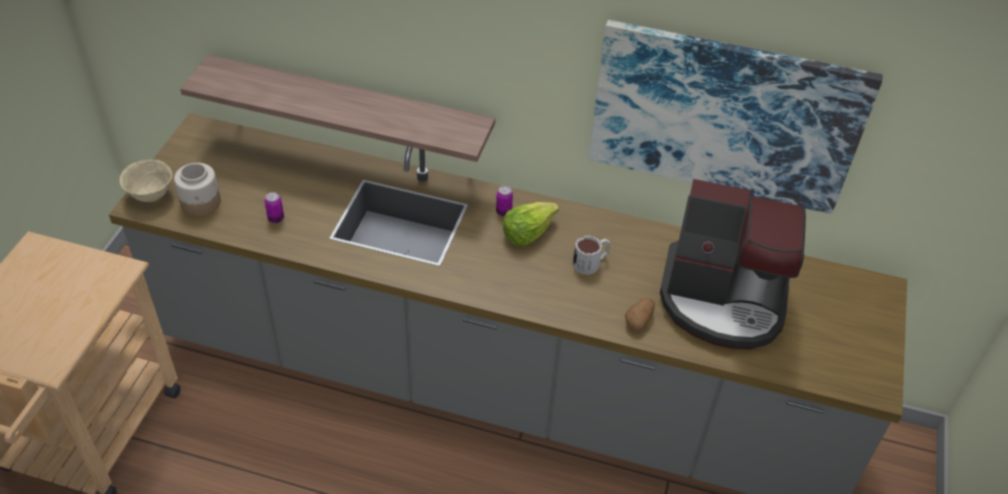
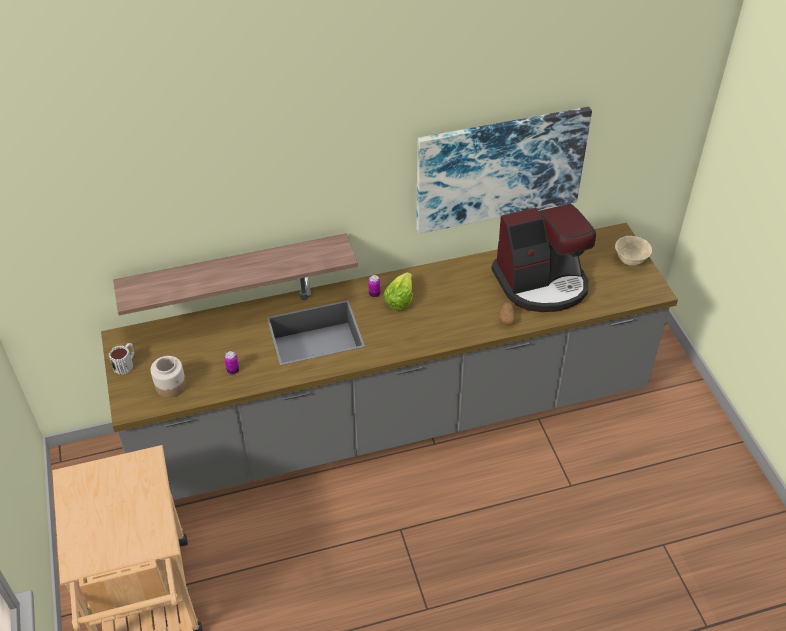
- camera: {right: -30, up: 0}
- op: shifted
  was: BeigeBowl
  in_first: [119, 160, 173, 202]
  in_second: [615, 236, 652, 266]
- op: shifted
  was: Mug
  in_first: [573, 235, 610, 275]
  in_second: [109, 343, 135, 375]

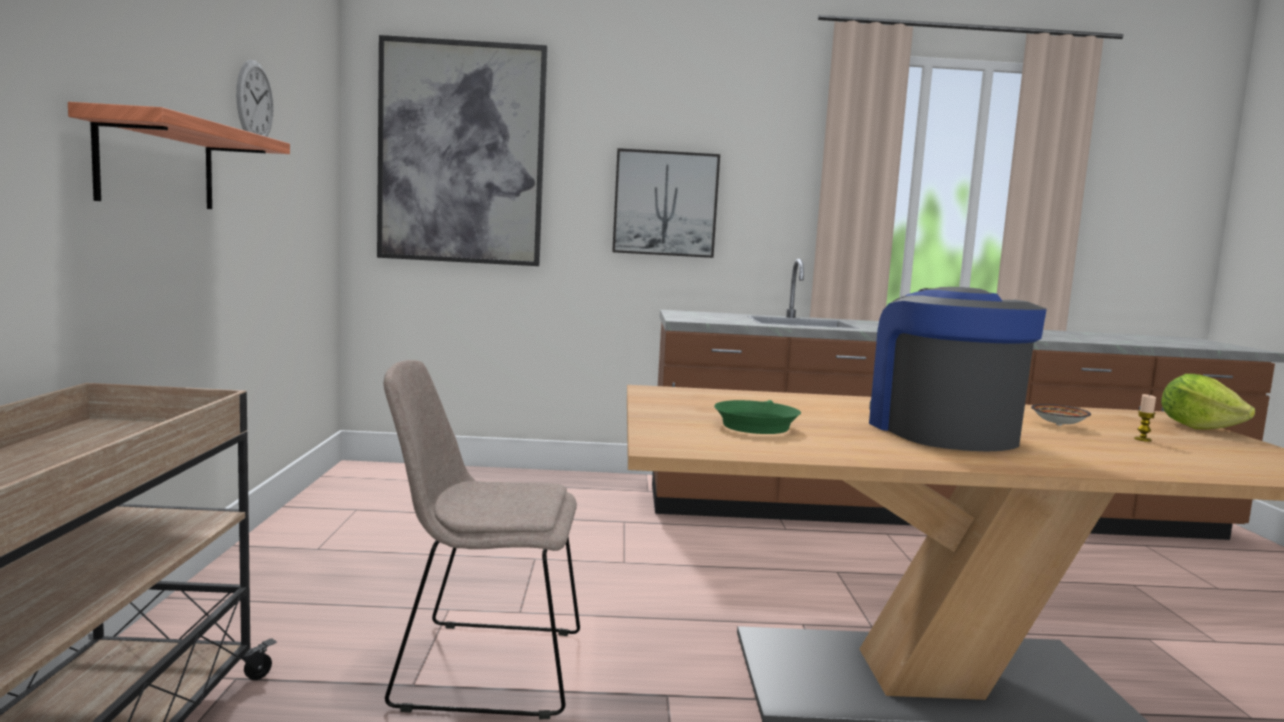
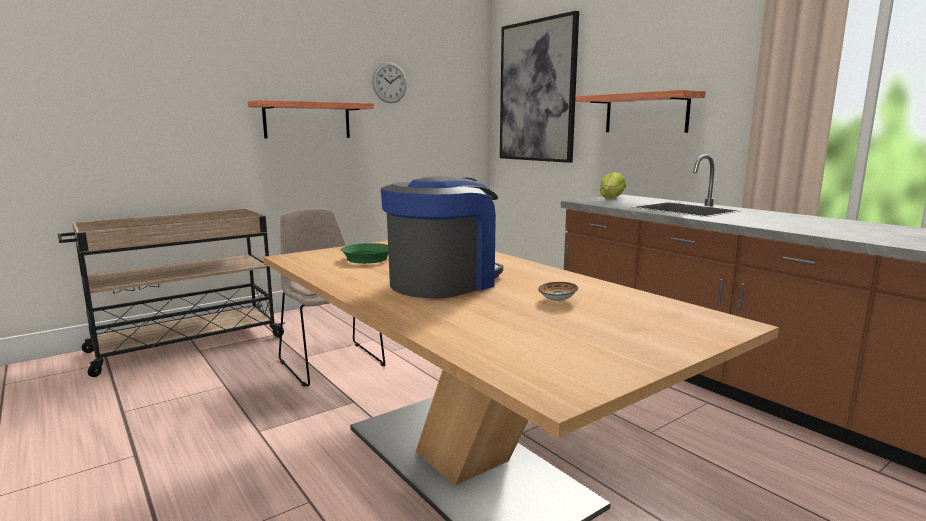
- camera: {right: 55, up: 5}
- op: swapped
  was: Picture
  now: Shelf
  in_first: [612, 148, 720, 258]
  in_second: [576, 90, 705, 133]
- op: gone
  was: Candle
  in_first: [1134, 394, 1156, 442]
- op: shifted
  was: Lettuce
  in_first: [1161, 374, 1255, 430]
  in_second: [600, 172, 626, 198]

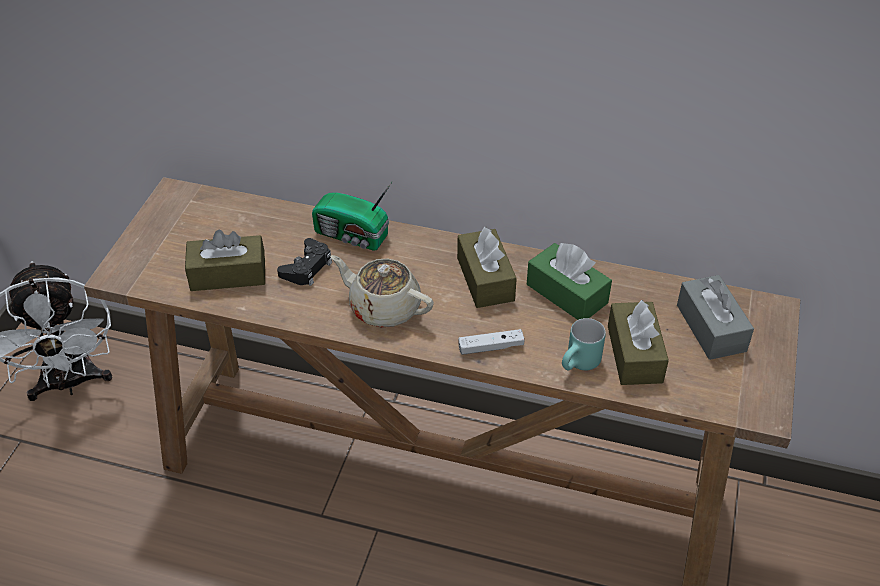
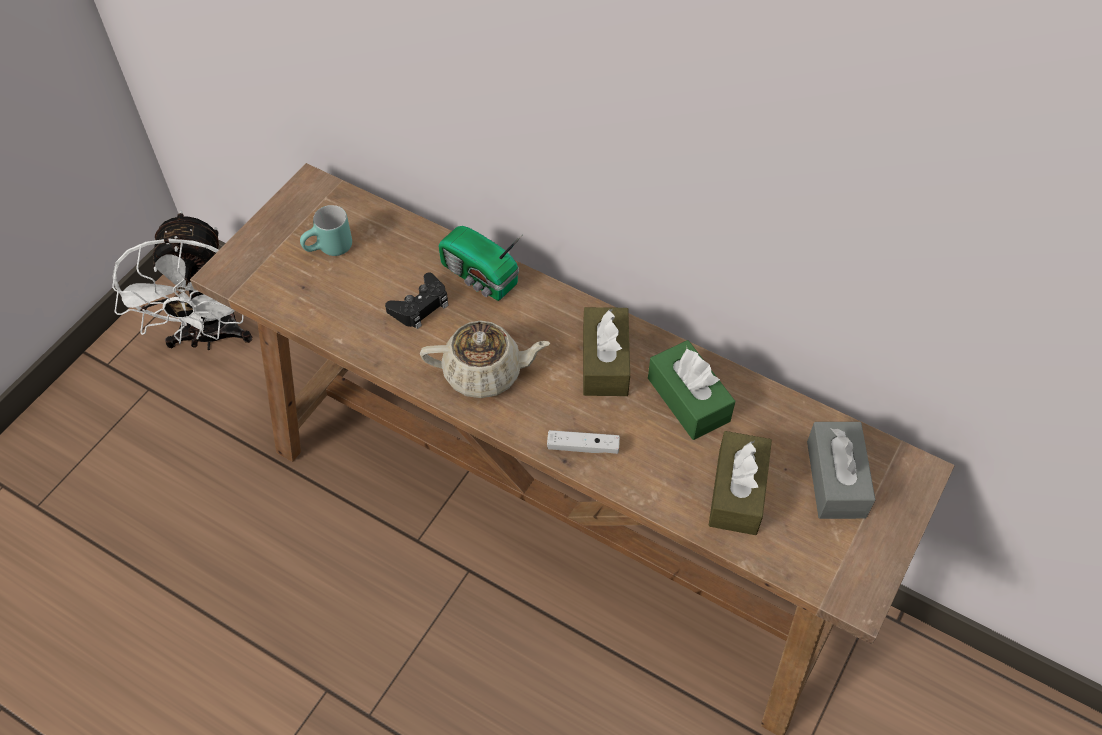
- camera: {right: 15, up: 10}
- op: gone
  was: BrownTissueBox
  in_first: [185, 230, 265, 291]
- op: rotated
  was: BeigeTeapot
  in_first: [330, 255, 434, 327]
  in_second: [420, 321, 550, 398]
  clockwise: 135
- op: shifted
  was: TurquoiseMug
  in_first: [562, 318, 606, 370]
  in_second: [300, 205, 352, 256]

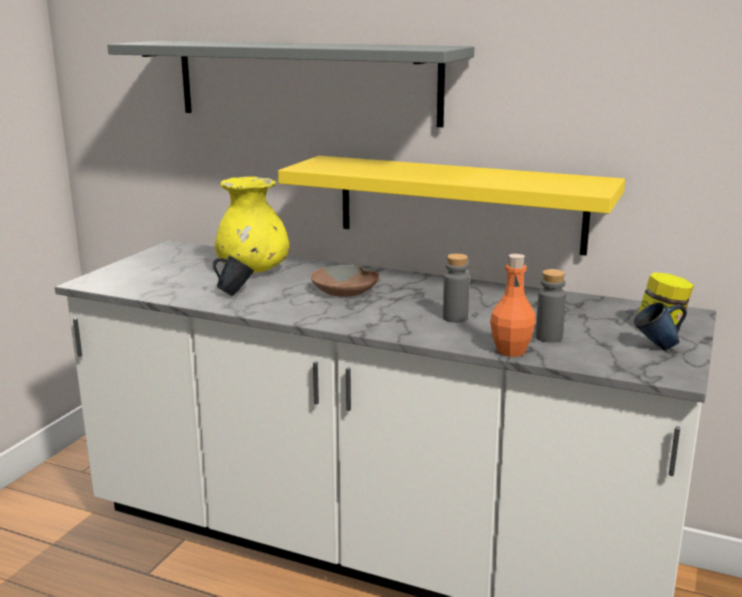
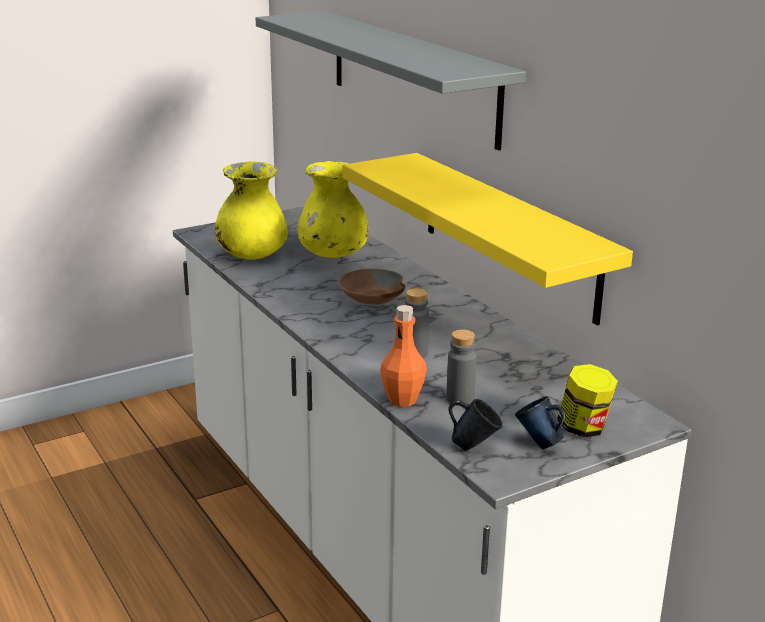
- camera: {right: 35, up: 5}
- op: shifted
  was: BlueMug
  in_first: [213, 255, 254, 296]
  in_second: [448, 399, 502, 451]
- op: new
  now: YellowVase
  in_second: [215, 161, 288, 260]

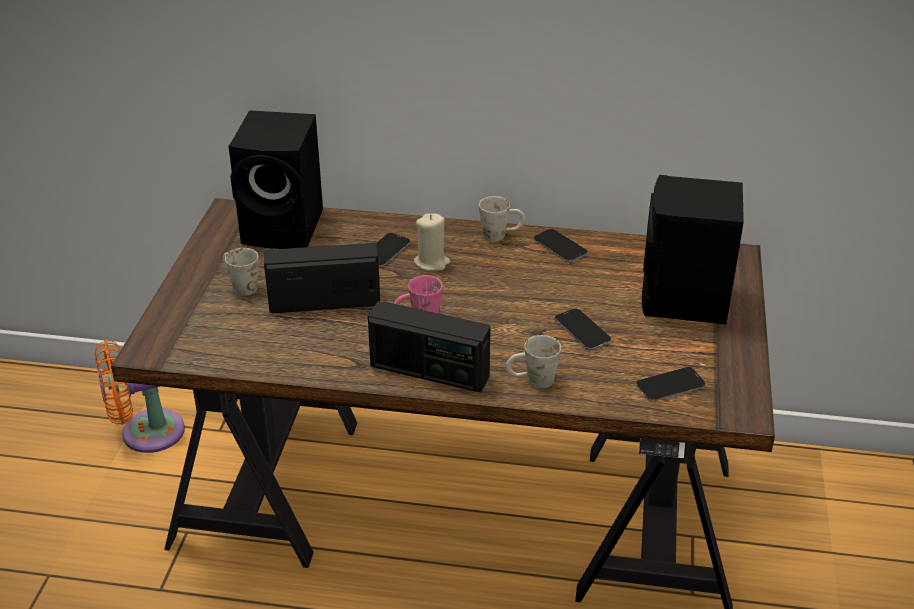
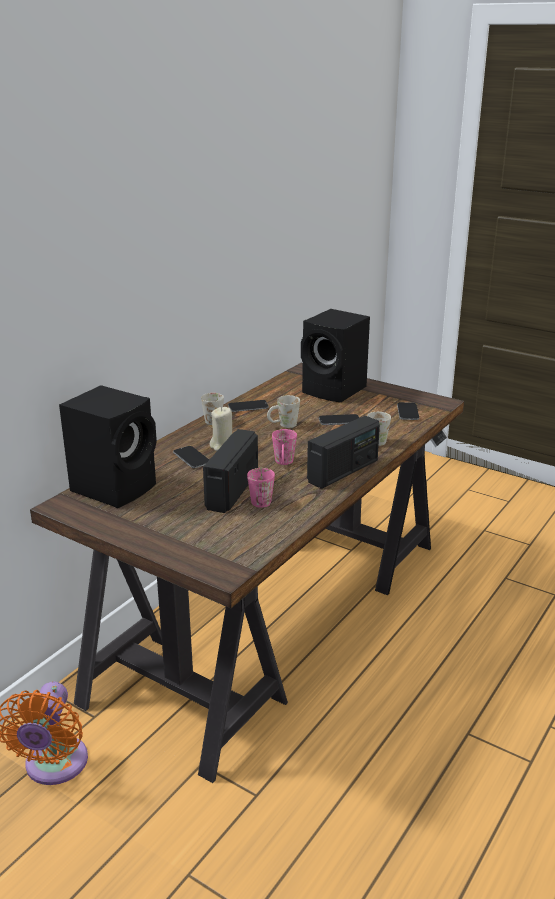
- camera: {right: -65, up: -10}
- op: shifted
  was: WhiteMug
  in_first: [223, 248, 259, 296]
  in_second: [267, 395, 300, 428]
- op: new
  now: PinkMug
  in_second: [247, 468, 275, 508]

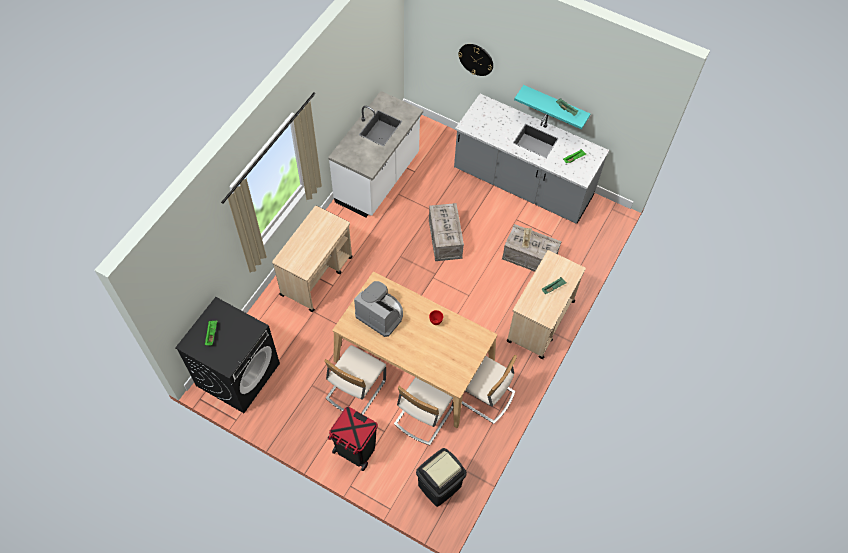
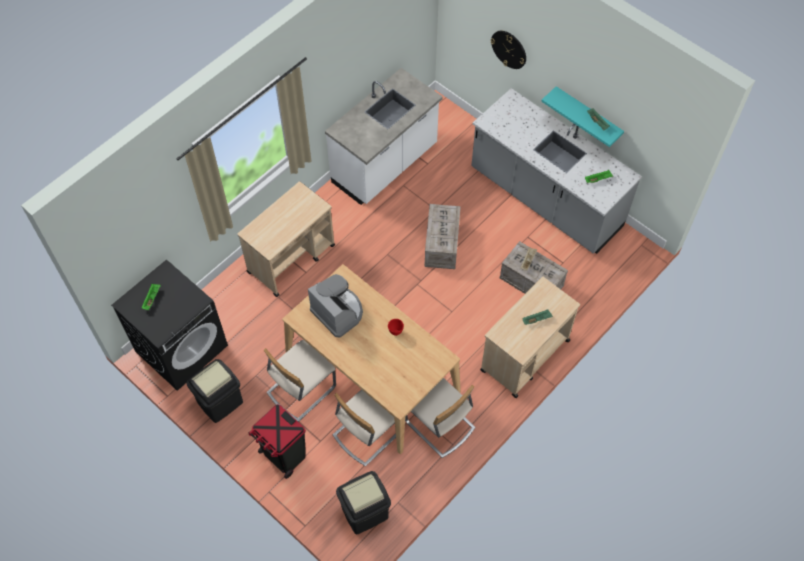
- camera: {right: 15, up: 0}
- op: new
  now: BlackTrashCan
  in_second: [187, 359, 243, 423]

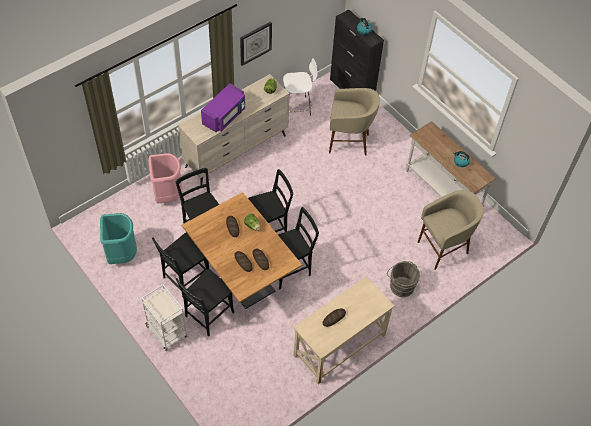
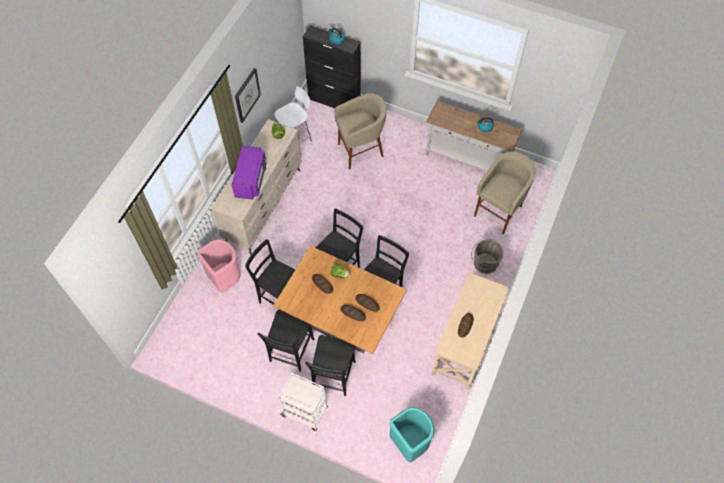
- camera: {right: -25, up: 5}
- op: shifted
  was: TurquoiseTrashCan
  in_first: [100, 213, 137, 264]
  in_second: [390, 407, 434, 462]

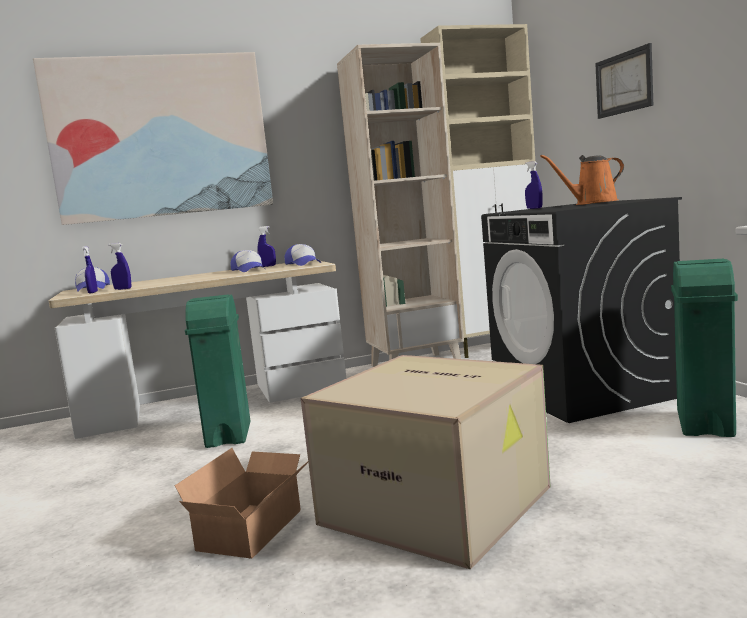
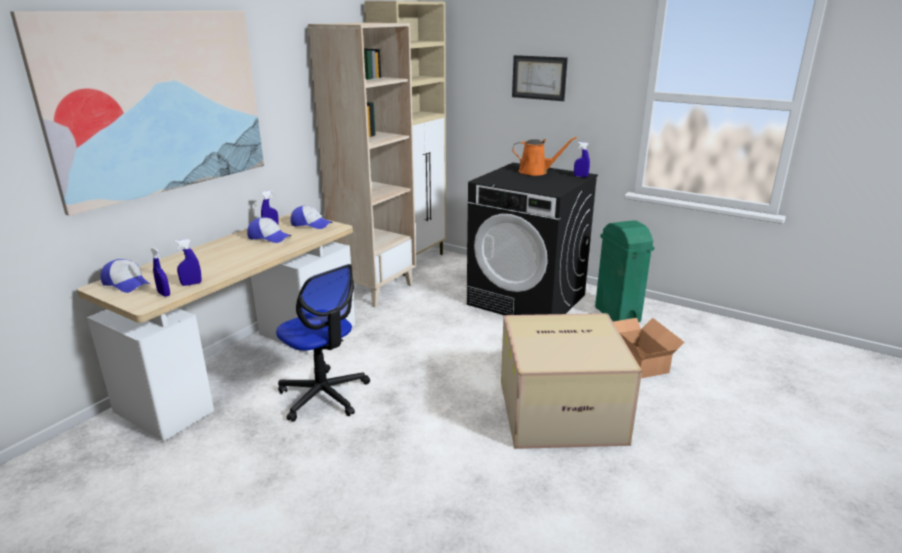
- camera: {right: -40, up: 15}
- op: shifted
  was: CardboardBox
  in_first: [175, 448, 308, 559]
  in_second: [613, 318, 685, 378]
- op: swapped
  was: GreenTrashCan
  now: OfficeChair
  in_first: [185, 294, 250, 448]
  in_second: [276, 264, 370, 422]
- op: shifted
  was: BlueSprayBottle
  in_first: [525, 161, 543, 209]
  in_second: [574, 142, 590, 177]
- op: rotated
  was: OrangeWateringCan
  in_first: [540, 155, 624, 205]
  in_second: [512, 137, 577, 176]
  clockwise: -120

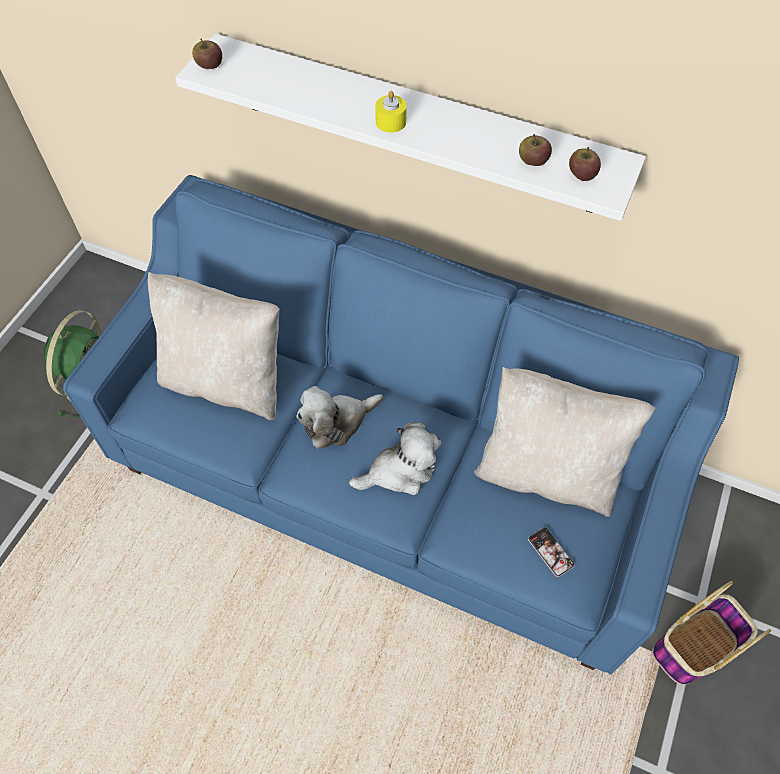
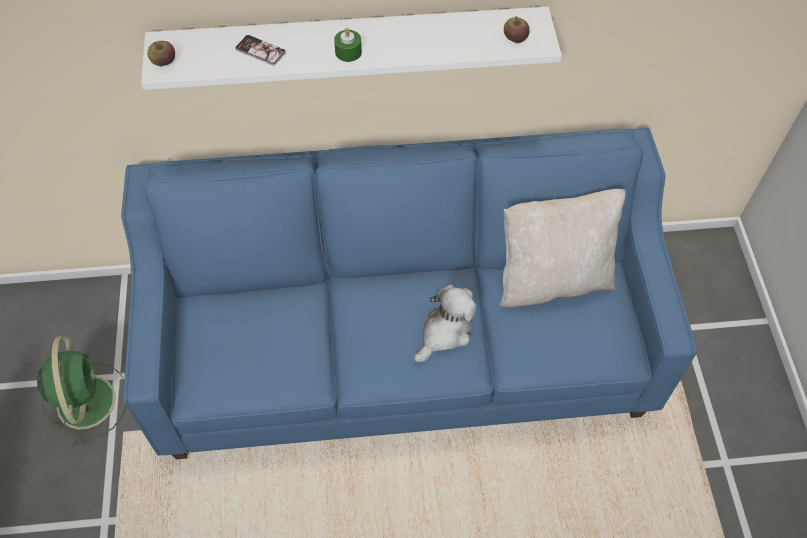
- camera: {right: -30, up: 0}
- op: gone
  was: BeigePillow
  in_first: [148, 272, 279, 420]
- op: gone
  was: PlushToy
  in_first: [297, 386, 383, 449]
- op: repainted
  was: YellowCandle
  now: GreenCandle
  in_first: [375, 91, 407, 133]
  in_second: [334, 28, 362, 62]
- op: gone
  was: Apple
  in_first: [519, 134, 552, 166]
- op: shifted
  was: Phone
  in_first: [528, 527, 575, 577]
  in_second: [235, 35, 286, 65]
- op: gone
  was: Basket
  in_first: [652, 581, 771, 685]

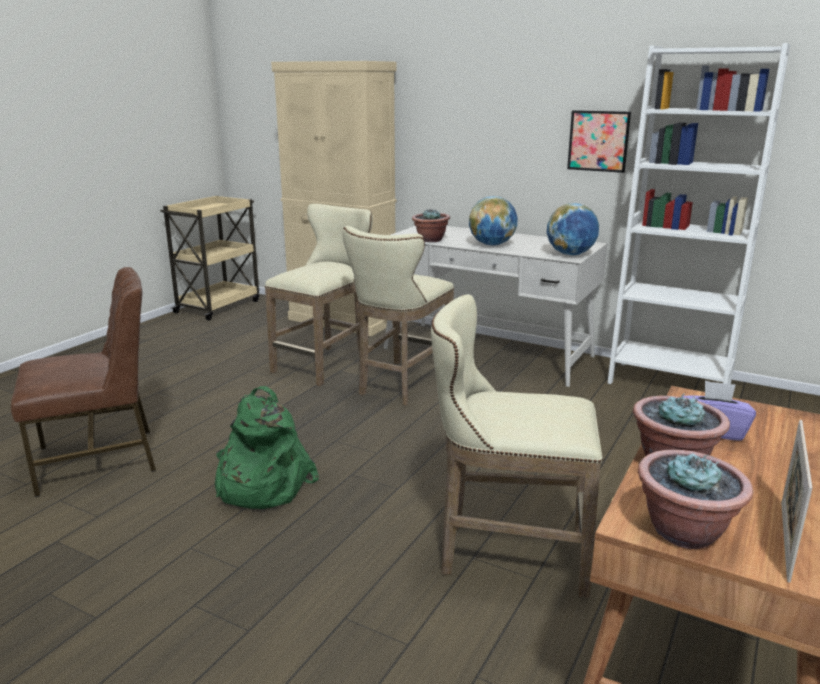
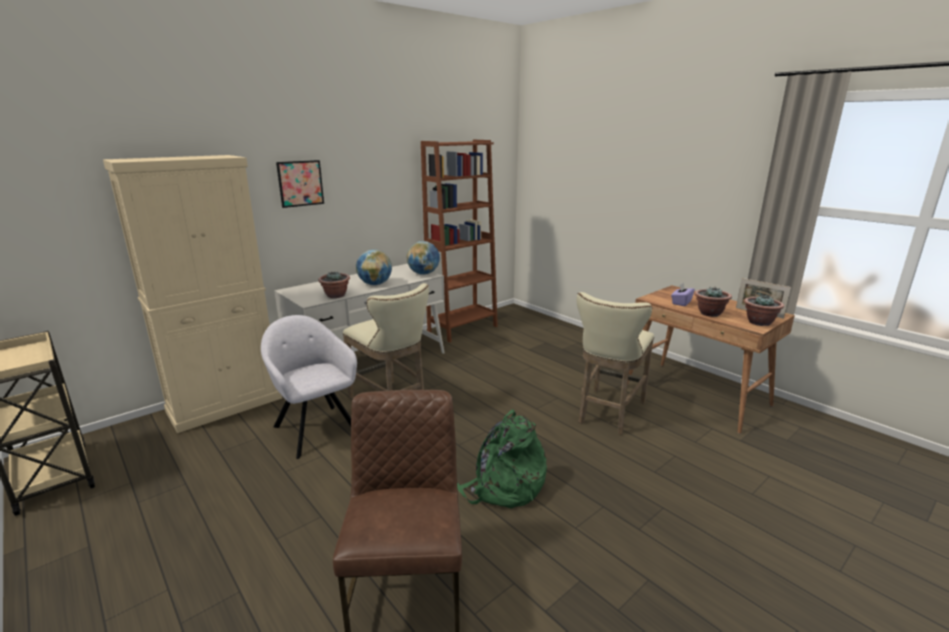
- camera: {right: -70, up: 0}
- op: swapped
  was: BeigeStool
  now: GreyArmchair
  in_first: [265, 204, 373, 386]
  in_second: [261, 315, 357, 459]
- op: shifted
  was: Picture
  in_first: [567, 110, 631, 173]
  in_second: [276, 160, 324, 208]
- op: repainted
  was: WhiteBookcase
  now: BrownBookcase
  in_first: [607, 43, 790, 384]
  in_second: [421, 140, 498, 342]

